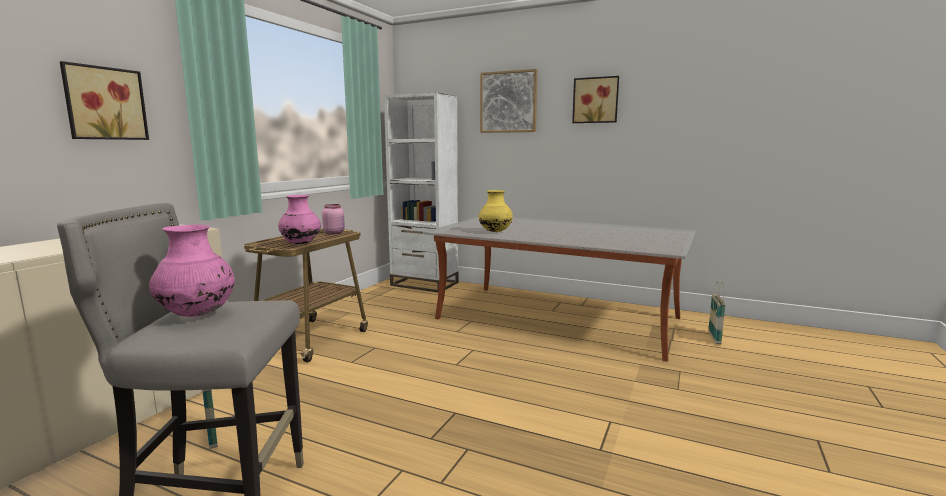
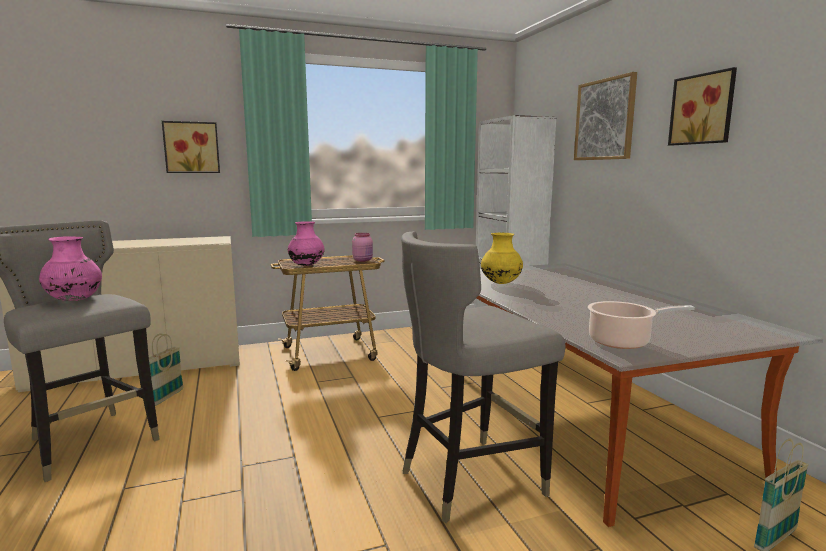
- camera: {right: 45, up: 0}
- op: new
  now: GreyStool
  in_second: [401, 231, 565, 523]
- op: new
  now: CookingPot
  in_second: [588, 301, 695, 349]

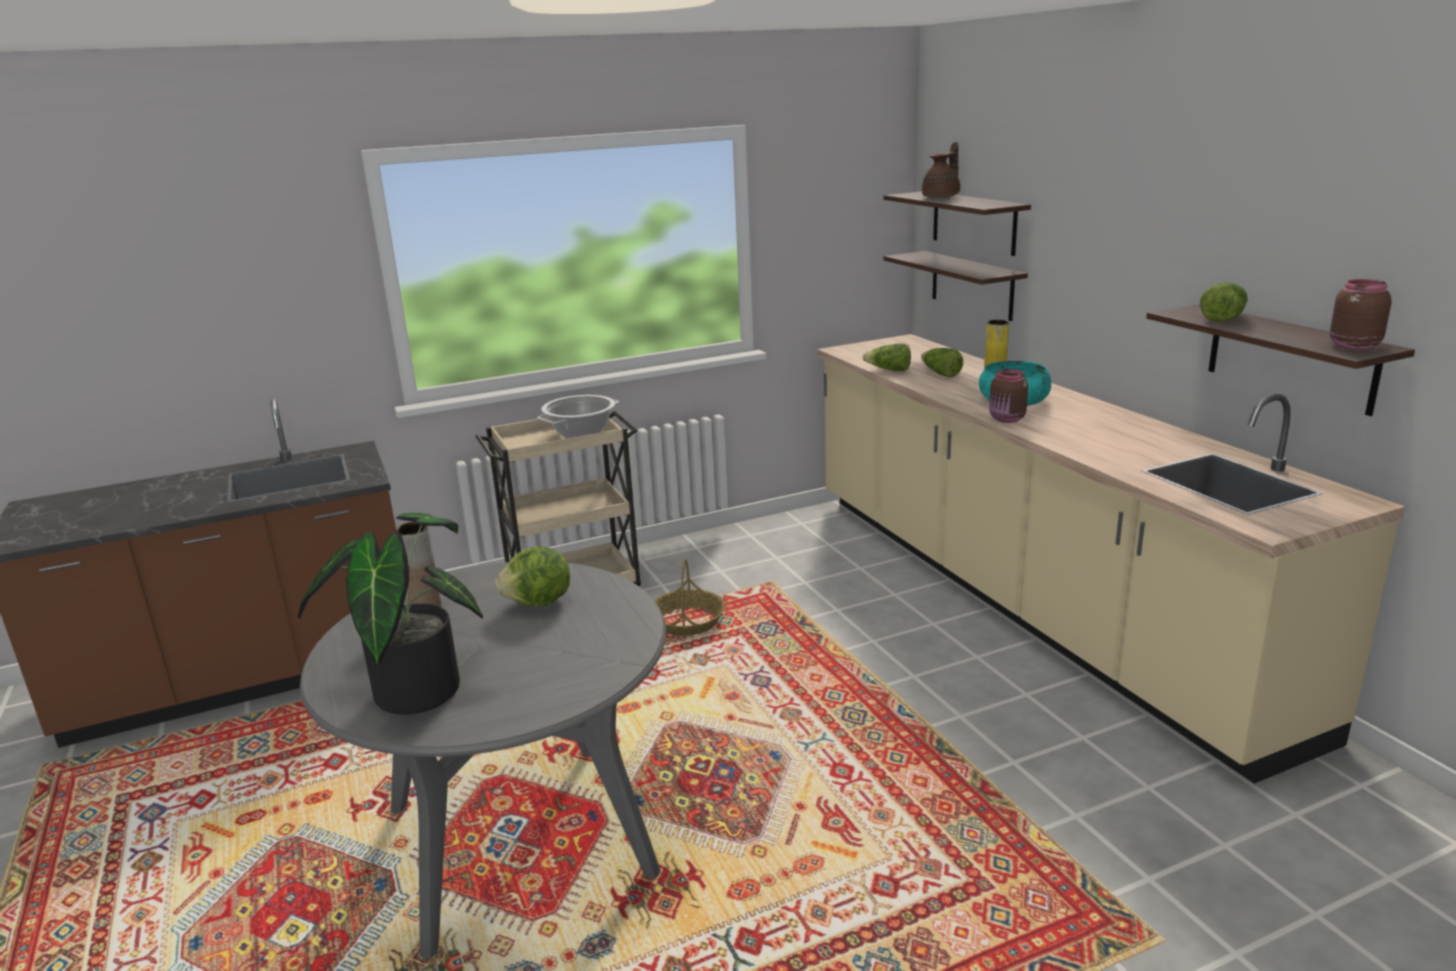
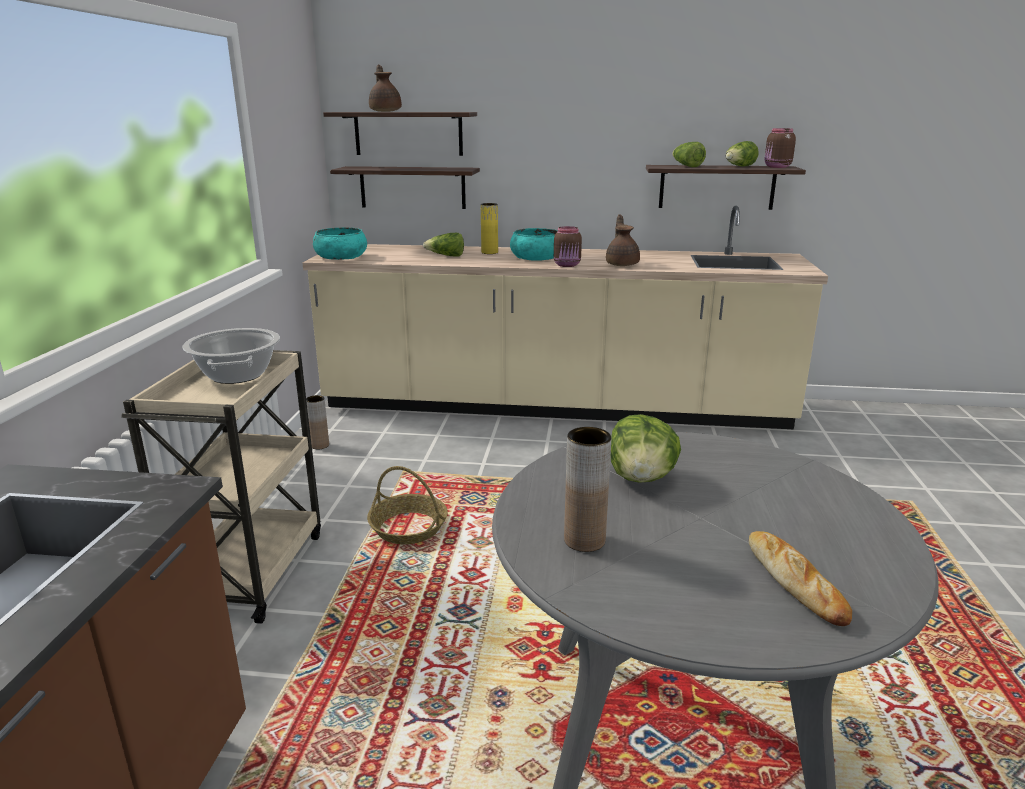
- camera: {right: -60, up: 0}
- op: swapped
  was: PottedPlant
  now: Bread
  in_first: [298, 513, 483, 715]
  in_second: [749, 531, 852, 626]
- op: shifted
  was: Lettuce
  in_first: [863, 344, 911, 371]
  in_second: [726, 141, 759, 166]
- op: new
  now: BrownVase
  in_second: [306, 395, 329, 449]
- op: new
  now: TurquoiseBowl
  in_second: [313, 228, 367, 260]
- op: new
  now: BrownTeapot
  in_second: [606, 214, 640, 266]

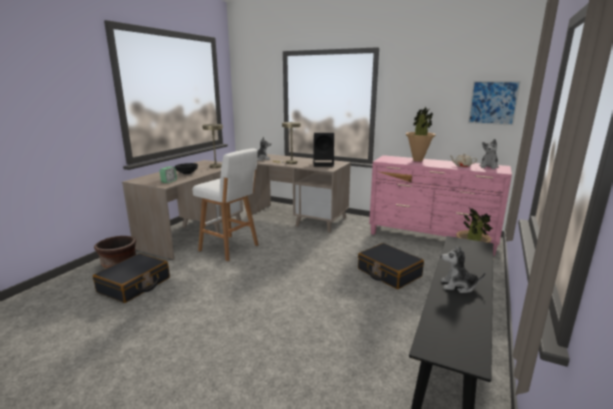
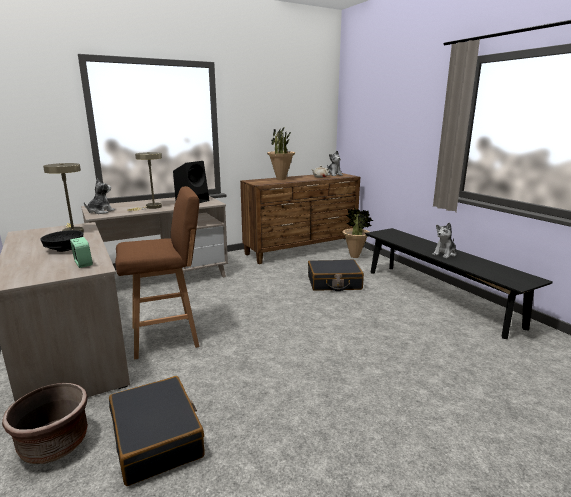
- camera: {right: -55, up: 0}
- op: repainted
  was: WhiteStool
  now: BrownStool
  in_first: [192, 148, 258, 261]
  in_second: [115, 186, 199, 360]
- op: repainted
  was: PinkDresser
  now: BrownDresser
  in_first: [369, 155, 512, 256]
  in_second: [240, 173, 360, 264]
- op: gone
  was: Picture
  in_first: [468, 81, 521, 125]

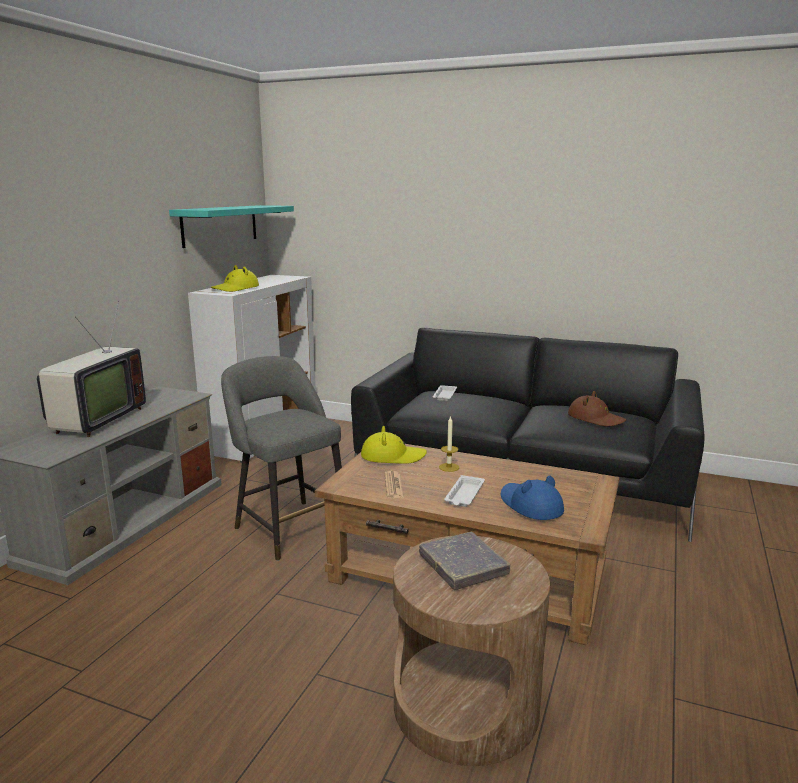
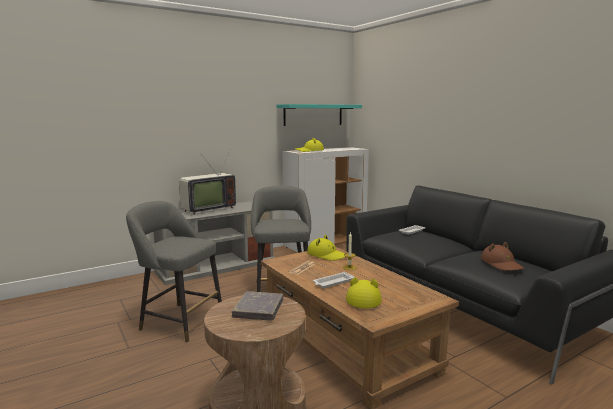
- camera: {right: 35, up: -5}
- op: repainted
  was: BlueHat
  now: YellowHat
  in_first: [501, 475, 564, 520]
  in_second: [346, 277, 382, 308]
- op: new
  now: GreyStool
  in_second: [126, 201, 222, 342]

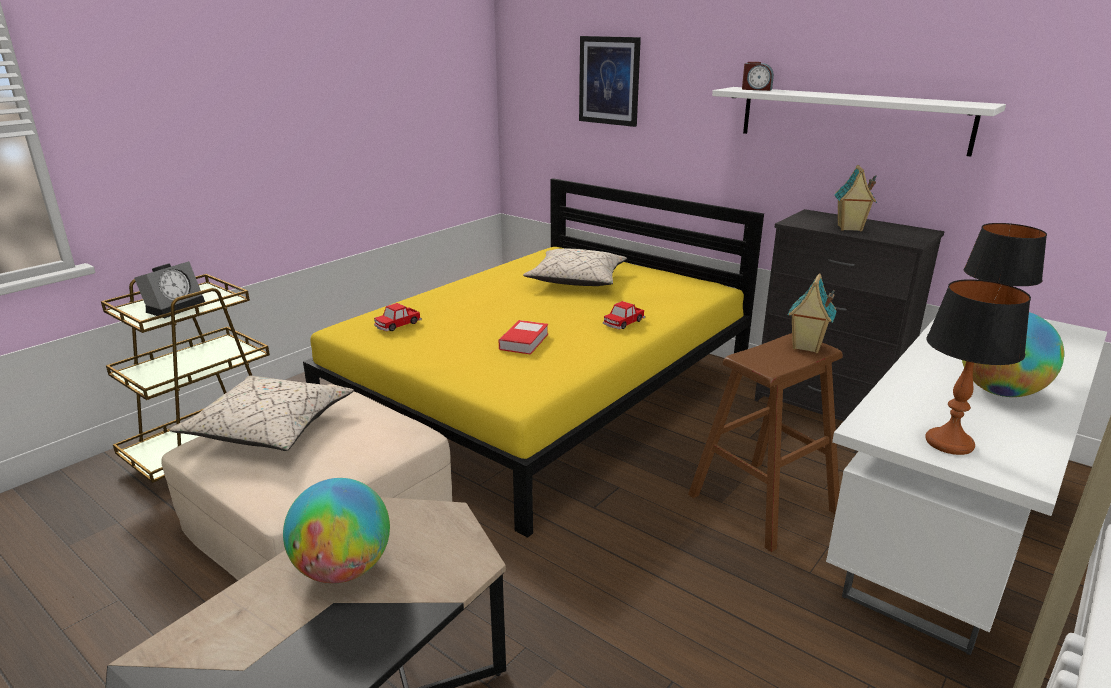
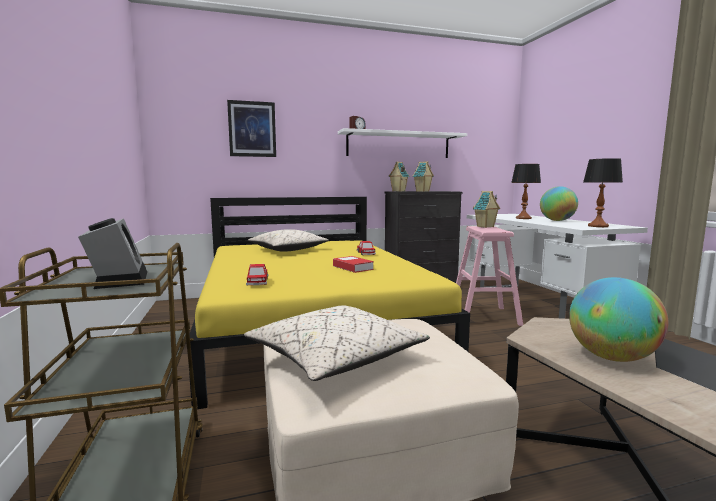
- camera: {right: -55, up: -15}
- op: repainted
  was: BrownStool
  now: PinkStool
  in_first: [688, 333, 843, 552]
  in_second: [456, 226, 523, 326]
- op: new
  now: ToyHouse
  in_second: [389, 162, 409, 191]

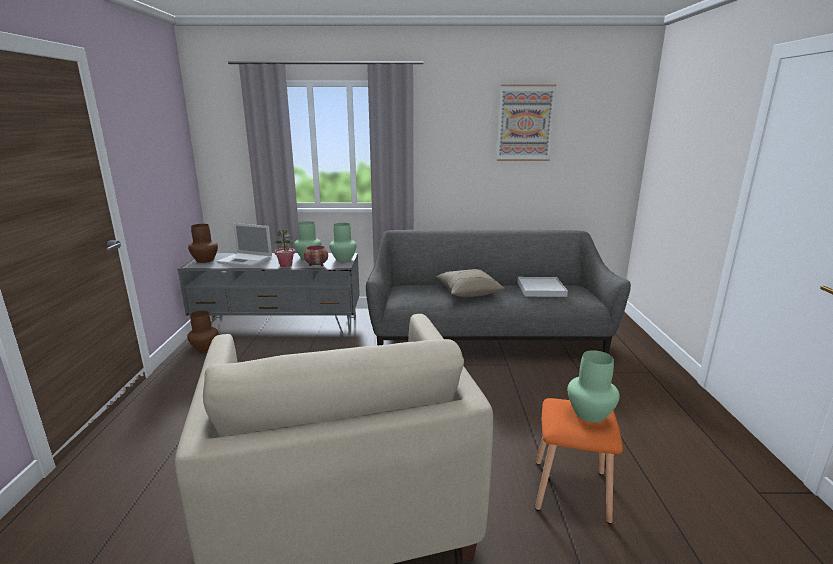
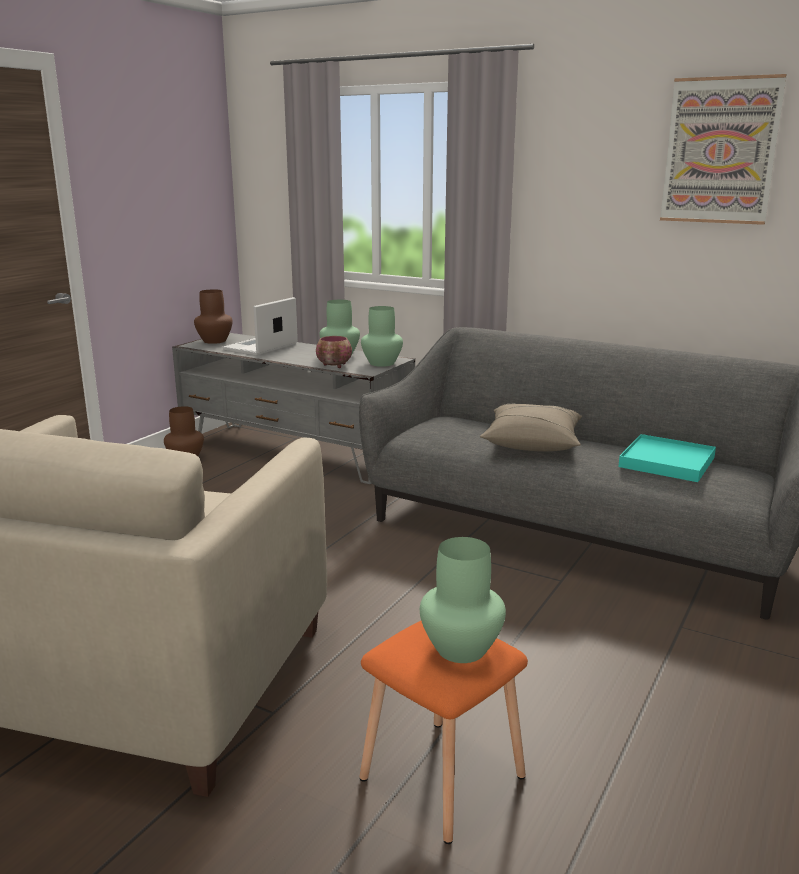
- camera: {right: 30, up: 0}
- op: rotated
  was: Laptop
  in_first: [217, 223, 272, 267]
  in_second: [222, 297, 298, 356]
  clockwise: 75
- op: gone
  was: PottedPlant
  in_first: [275, 229, 295, 267]
- op: repainted
  was: WhiteTray
  now: TurquoiseTray
  in_first: [517, 277, 568, 297]
  in_second: [618, 434, 716, 482]

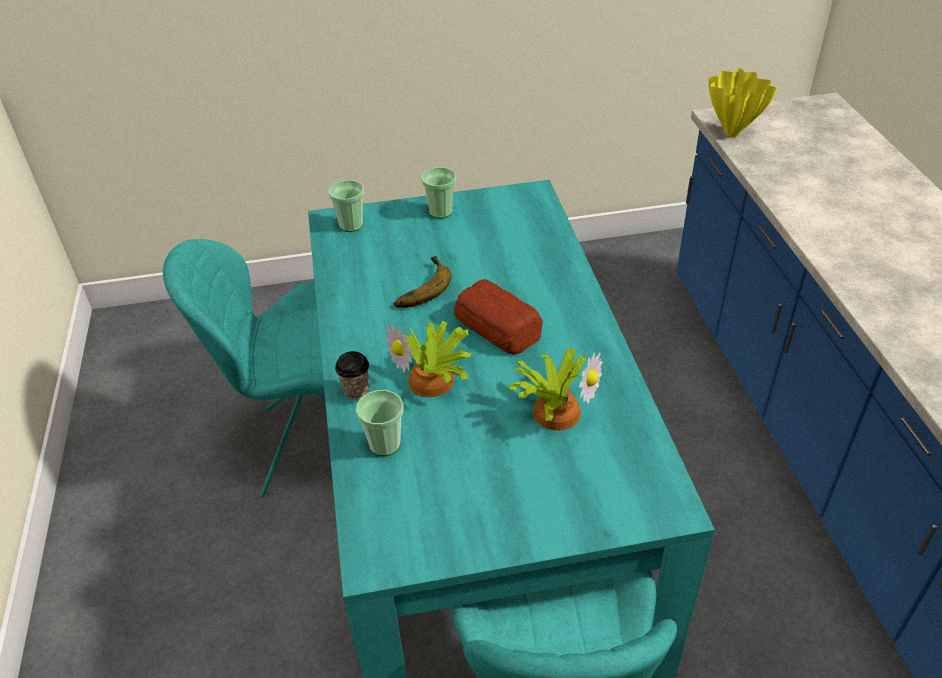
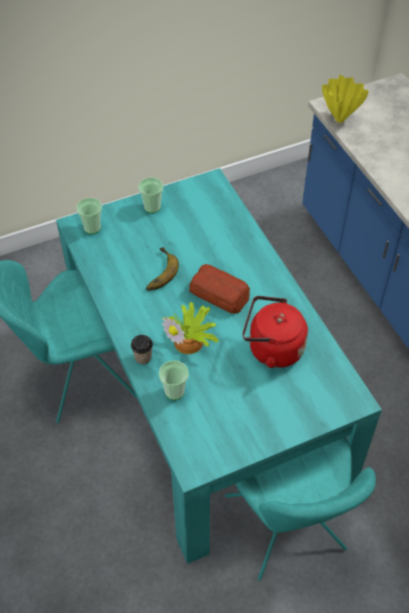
- camera: {right: -15, up: 10}
- op: swapped
  was: PottedPlant
  now: RedKettle
  in_first: [507, 348, 602, 430]
  in_second: [243, 296, 308, 368]

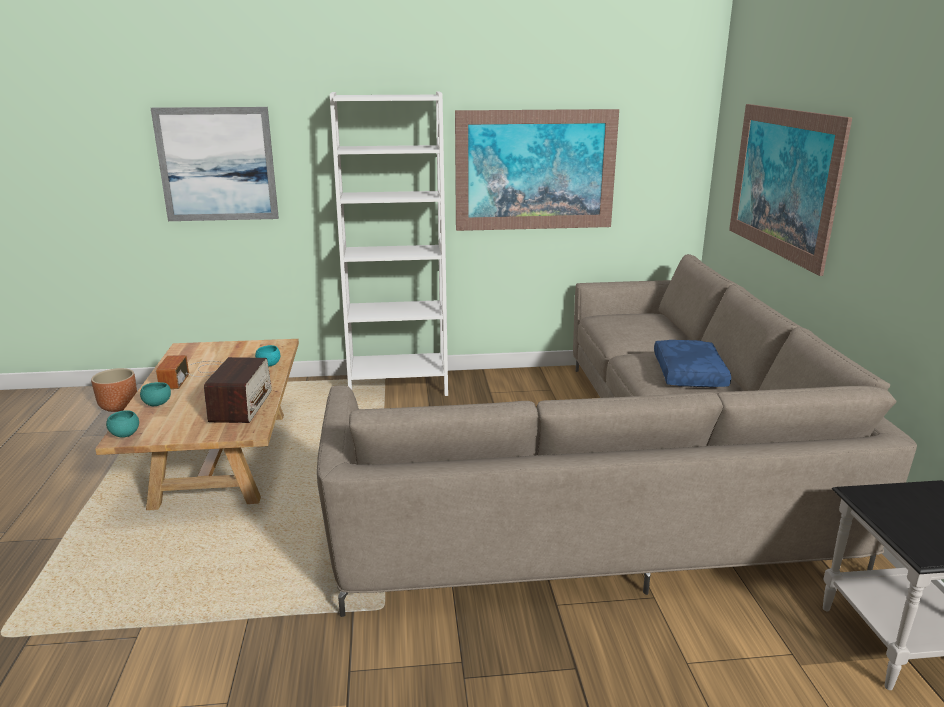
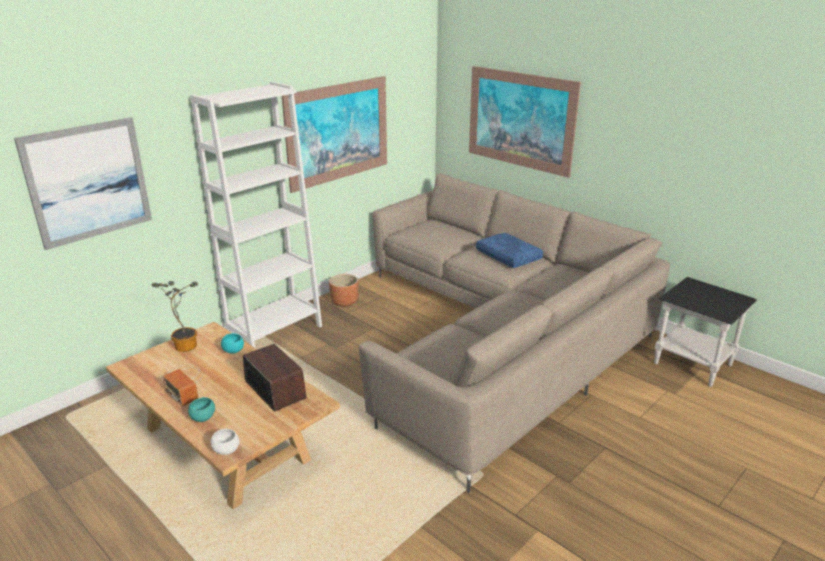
- camera: {right: -40, up: 5}
- op: shifted
  was: BrownPlanter
  in_first: [91, 368, 137, 412]
  in_second: [329, 274, 358, 307]
- op: repainted
  was: TurquoiseBowl
  now: WhiteBowl
  in_first: [106, 410, 139, 438]
  in_second: [211, 429, 239, 455]
- op: new
  now: PottedPlant
  in_second: [152, 281, 198, 352]

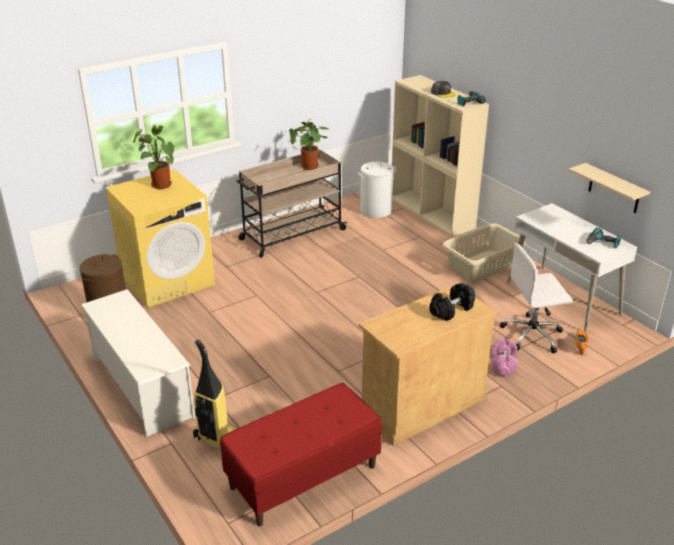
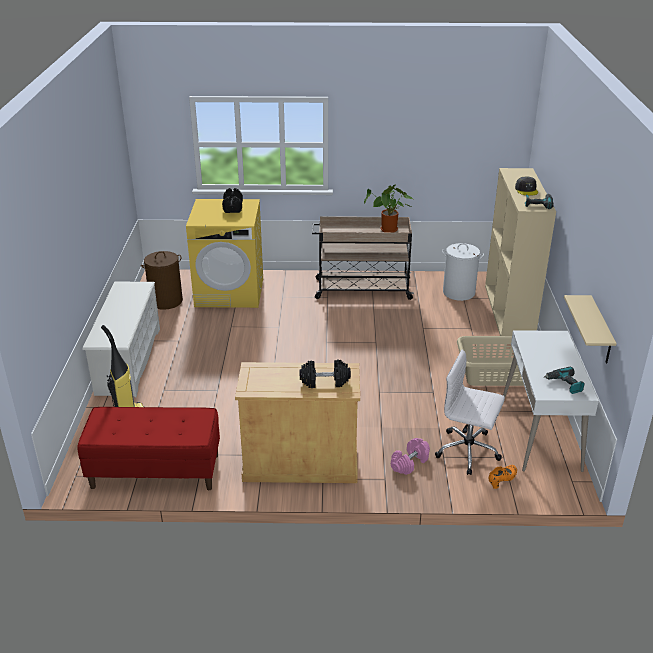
- camera: {right: 35, up: 0}
- op: swapped
  was: PottedPlant
  now: BlackDumbbell
  in_first: [133, 125, 176, 189]
  in_second: [222, 188, 243, 213]

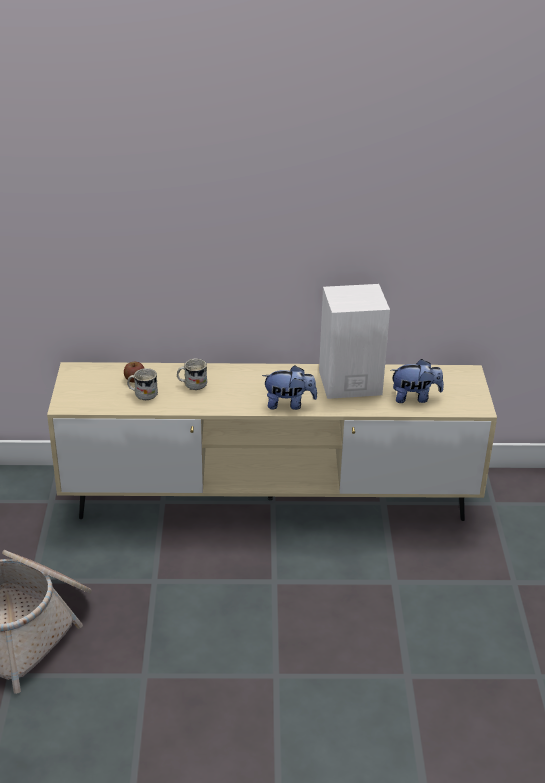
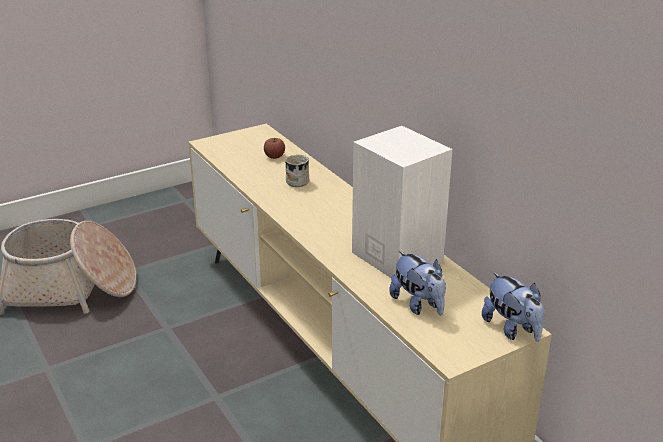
- camera: {right: 60, up: -5}
- op: gone
  was: WhiteMug
  in_first: [127, 368, 158, 400]
- op: shifted
  was: PlushToy
  in_first: [262, 365, 317, 410]
  in_second: [482, 272, 544, 342]

